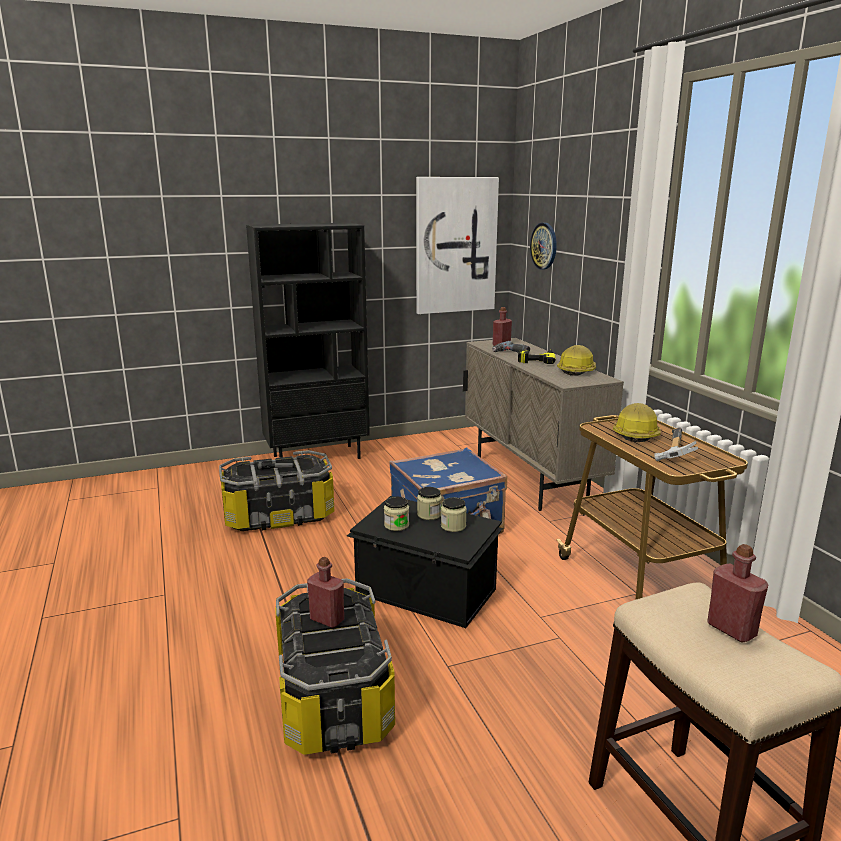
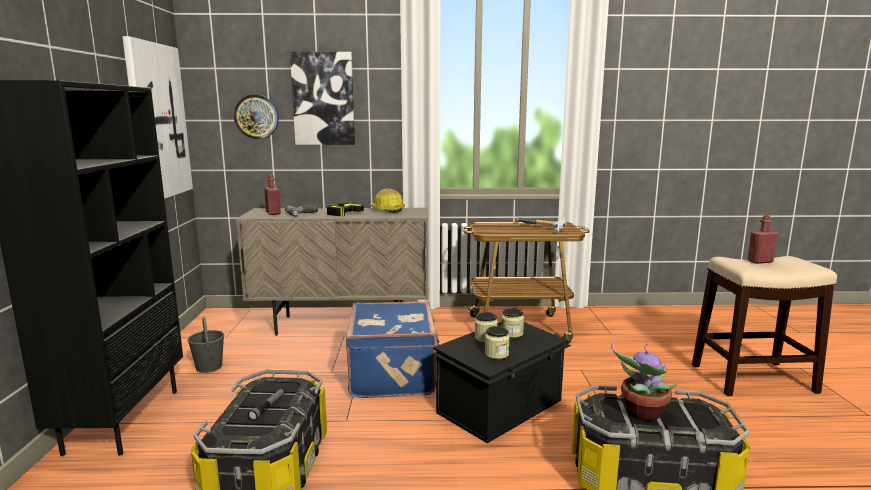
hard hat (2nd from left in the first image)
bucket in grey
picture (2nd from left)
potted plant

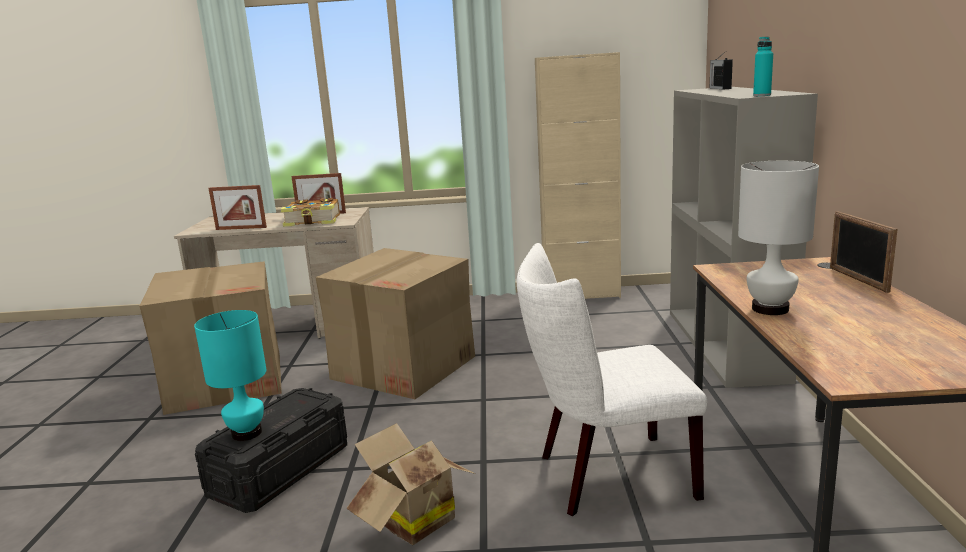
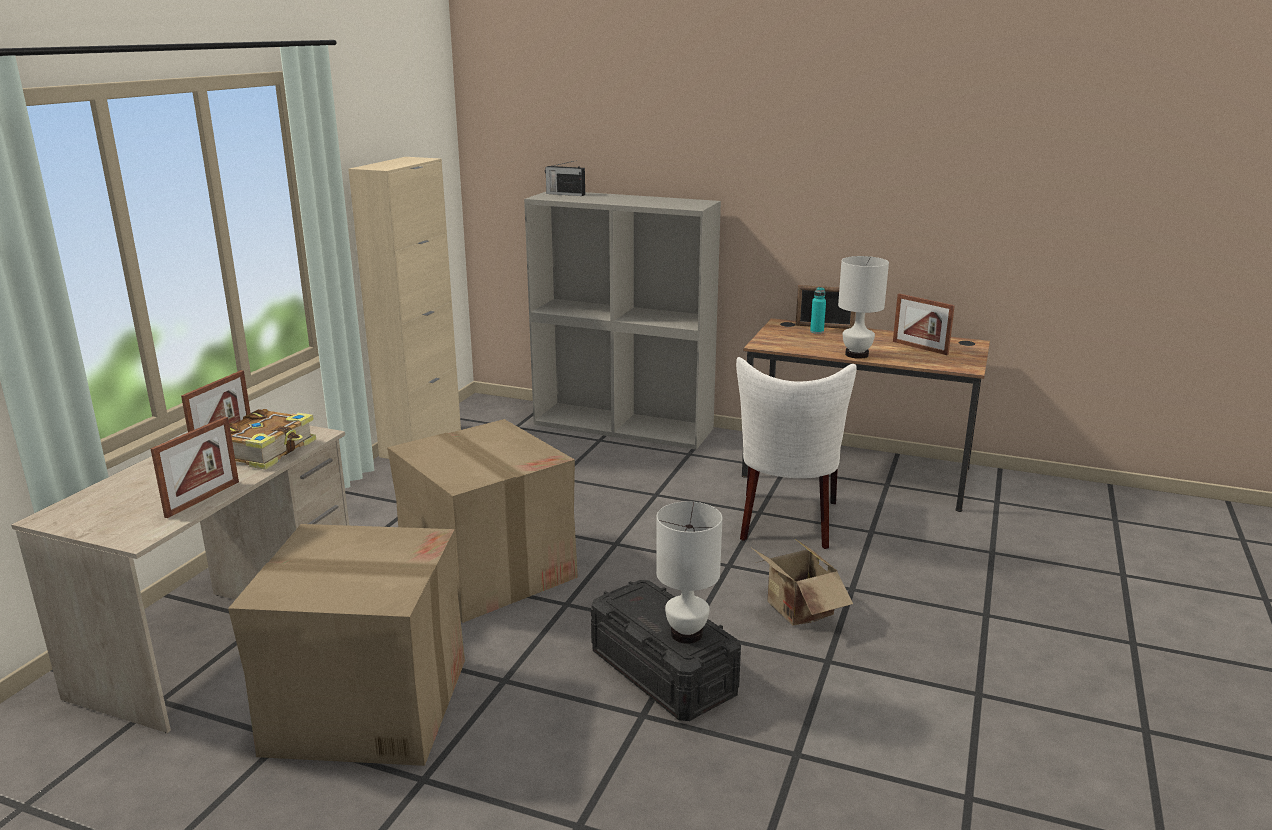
picture frame (4th from left)
bottle in turquoise
table lamp in white (1st from left)

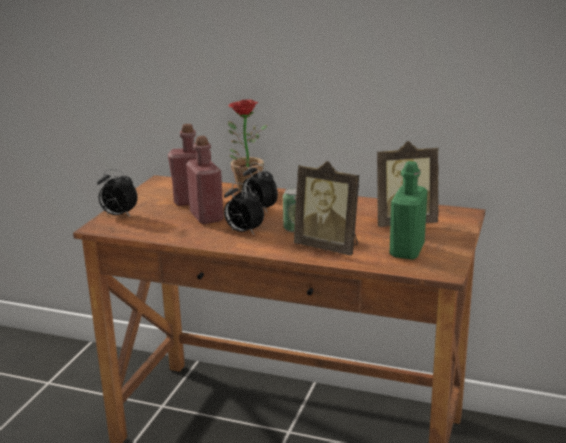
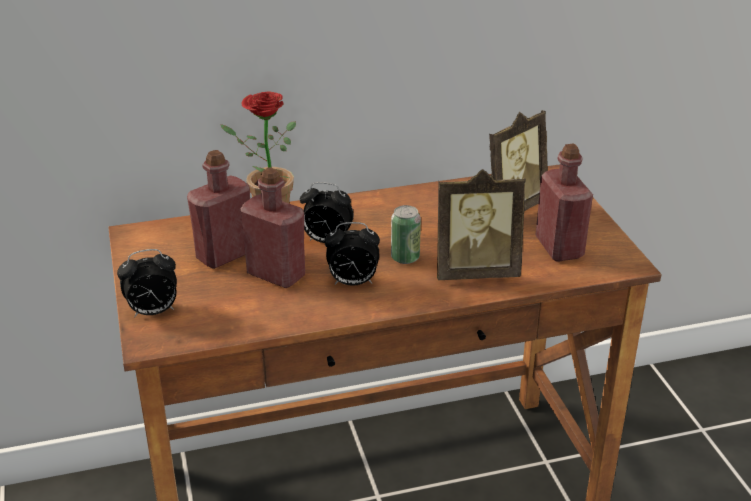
bottle in red (3rd from left)

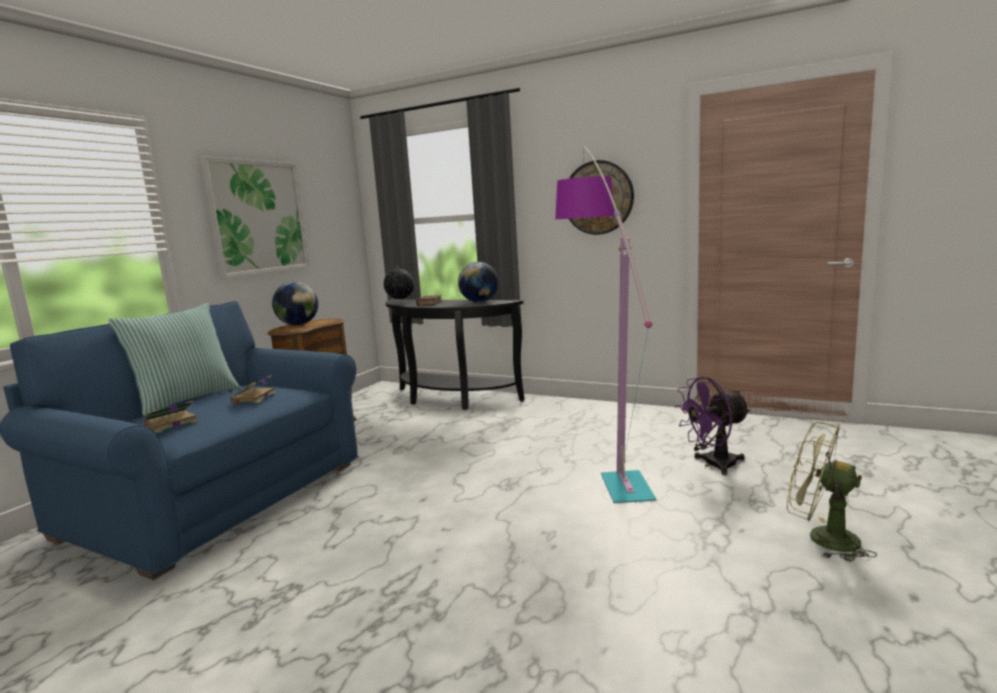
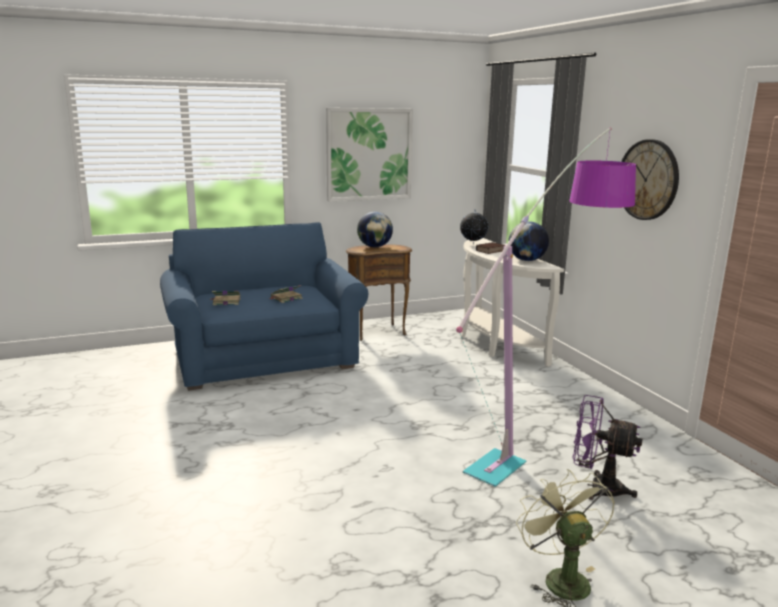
pillow
console table in white

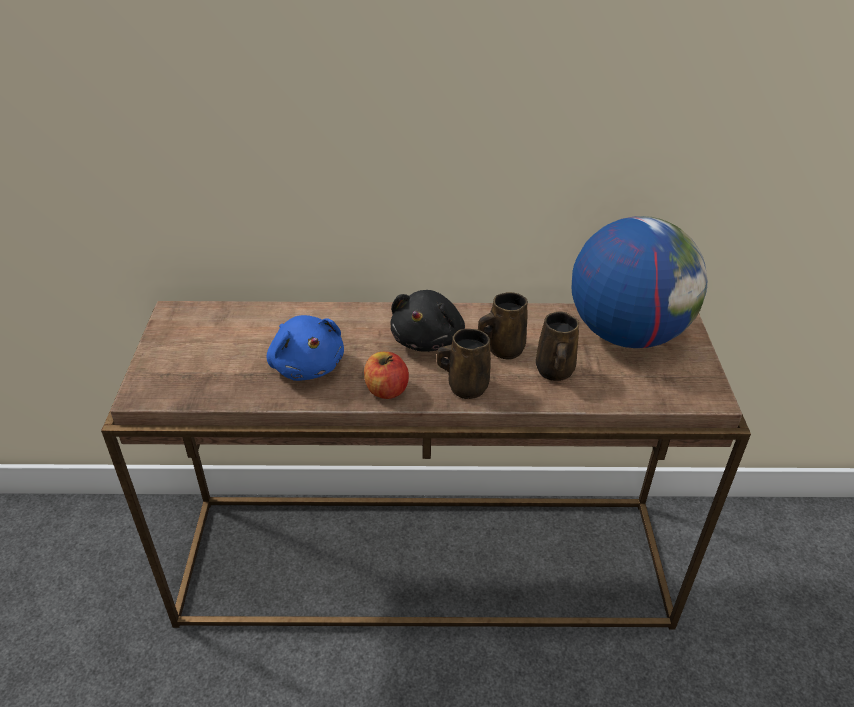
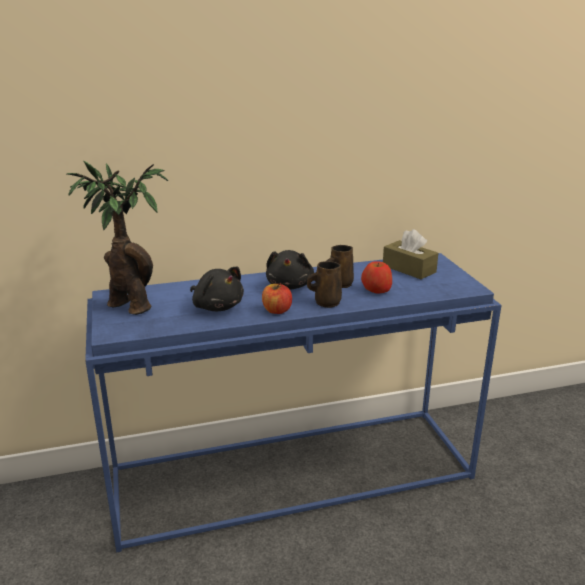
potted plant
apple (2nd from left)
tissue box in brown
console table in blue
plush toy in black (1st from left)

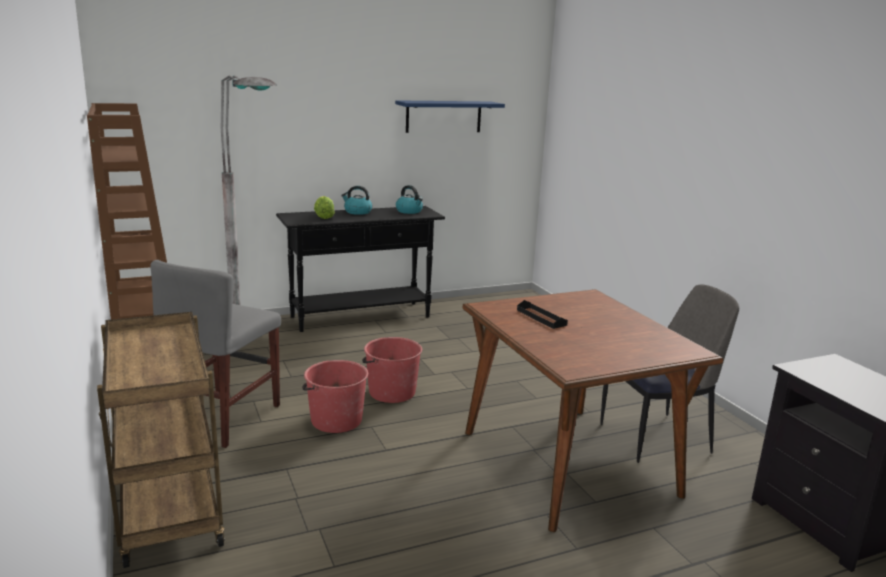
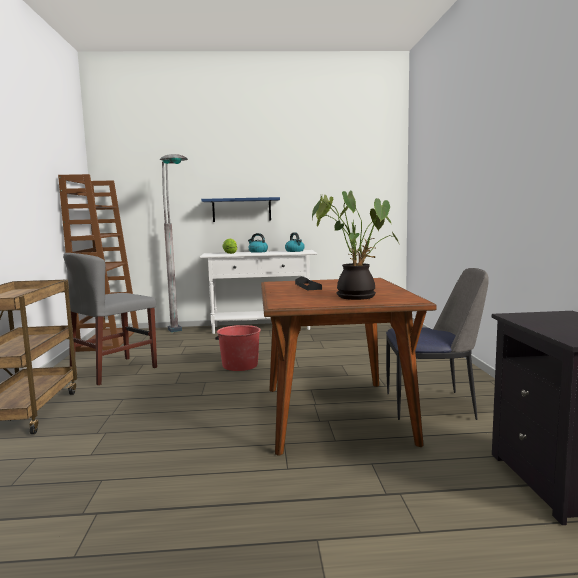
bucket in red (1st from left in the first image)
potted plant
shelf in blue
console table in white

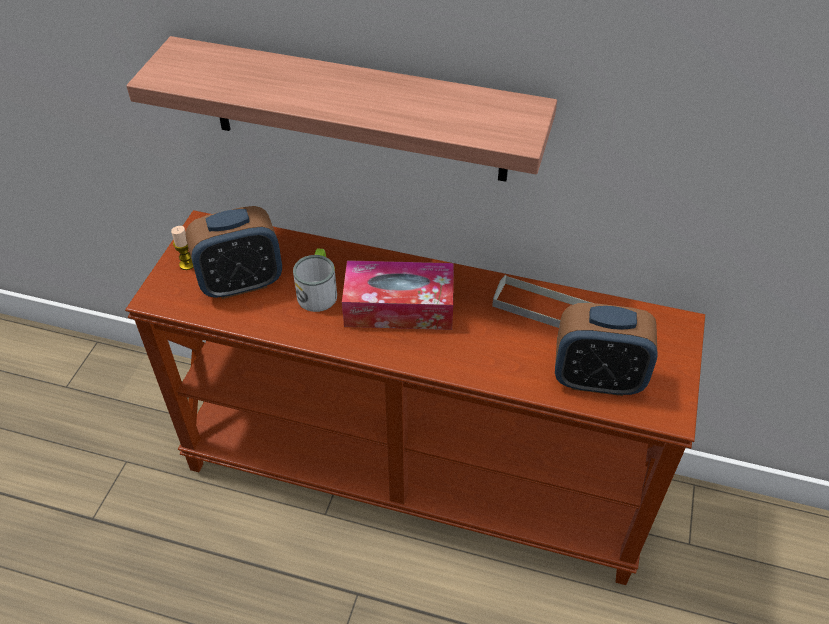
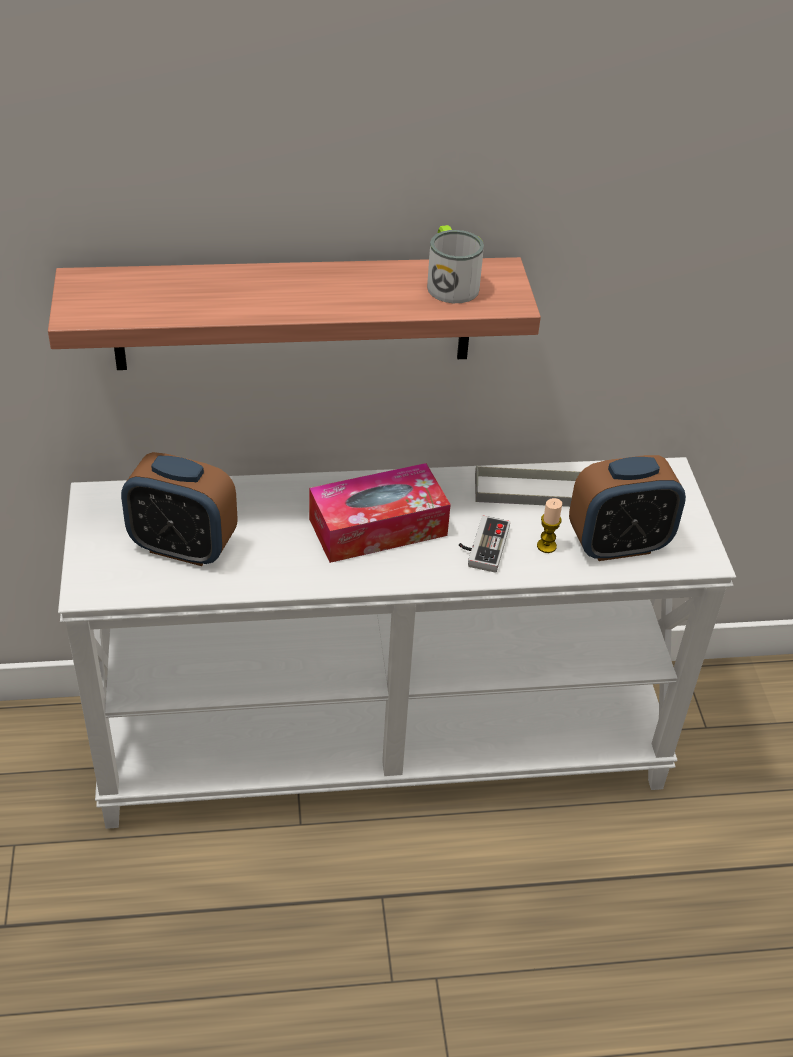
game controller
candle
mug
console table in white
alarm clock (1st from left)

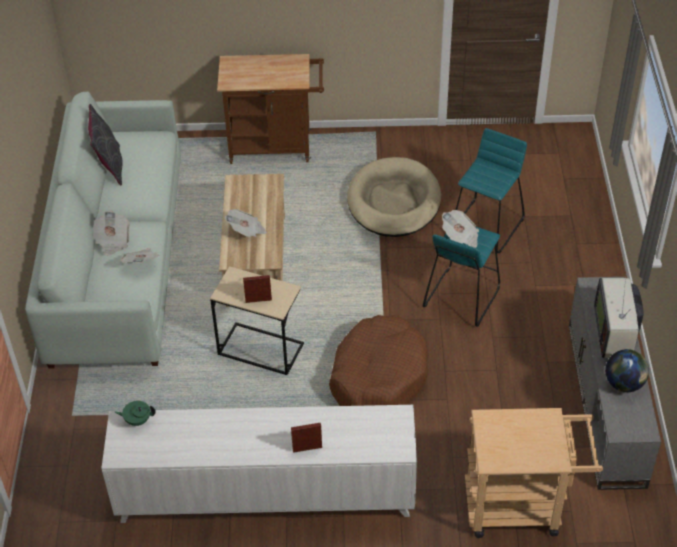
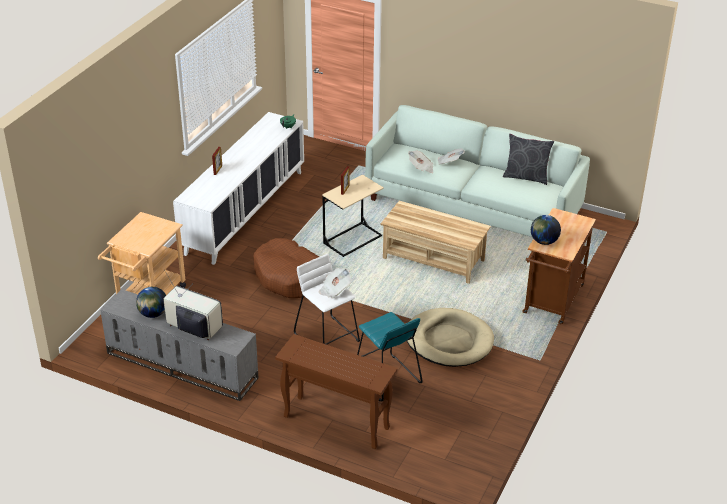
newspaper (3rd from left in the first image)
console table in brown
globe (2nd from left)
stool in white

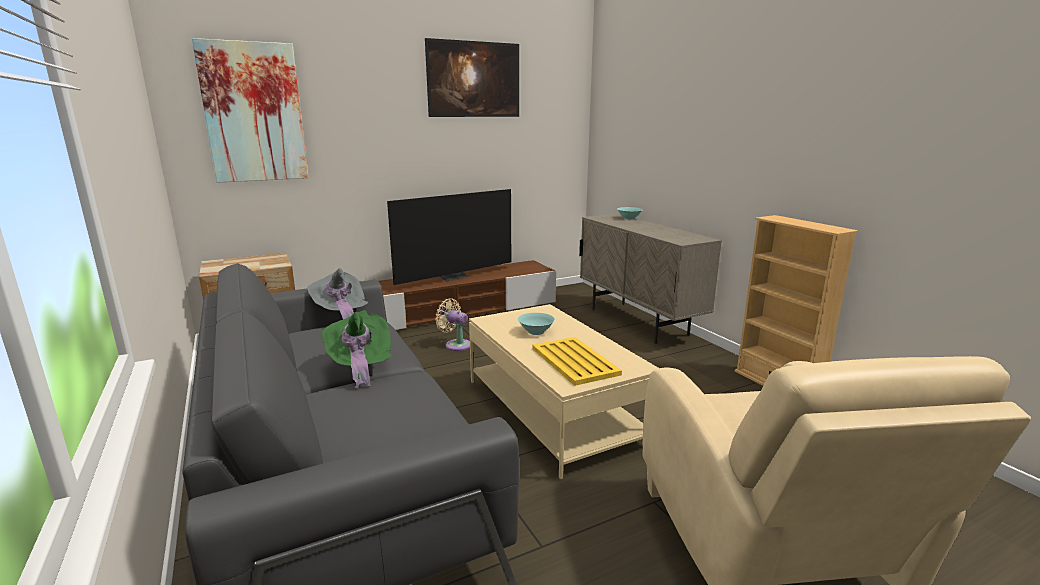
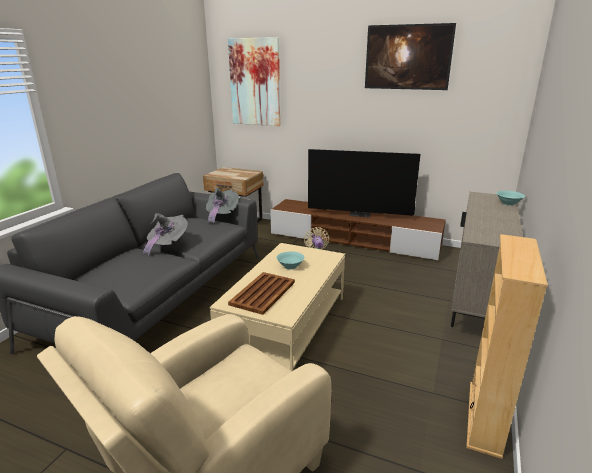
hat in grey (1st from left)
tray in brown

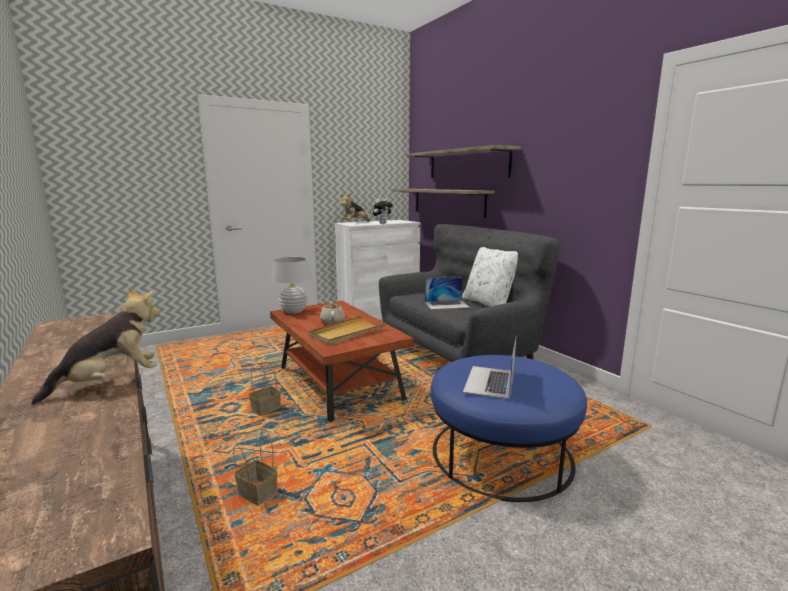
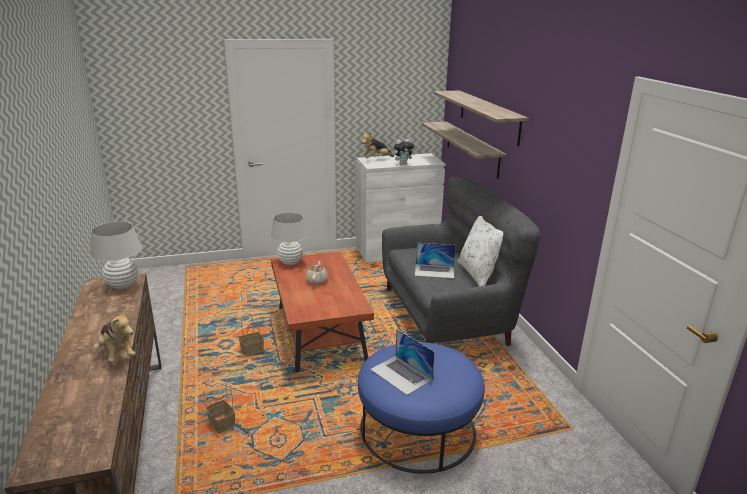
tray in beige
table lamp in white (1st from left)
plush toy (1st from left)
laptop (1st from left)

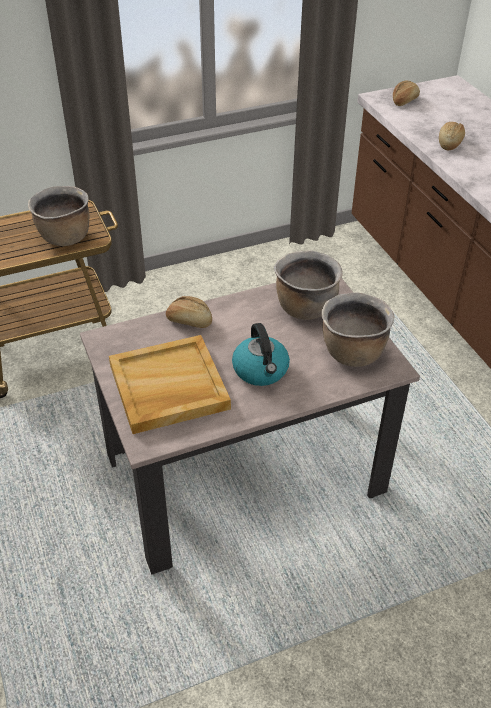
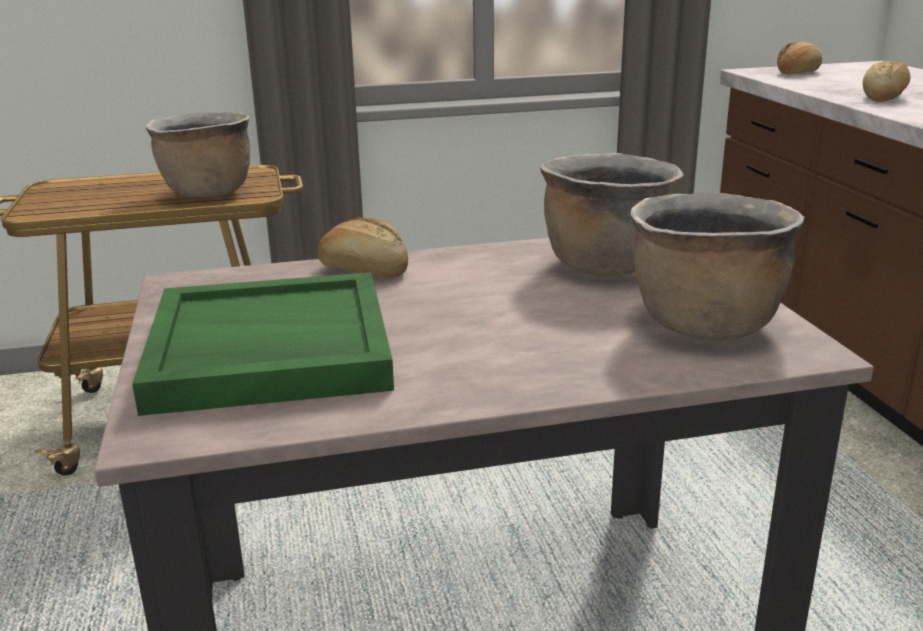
kettle
tray in green

